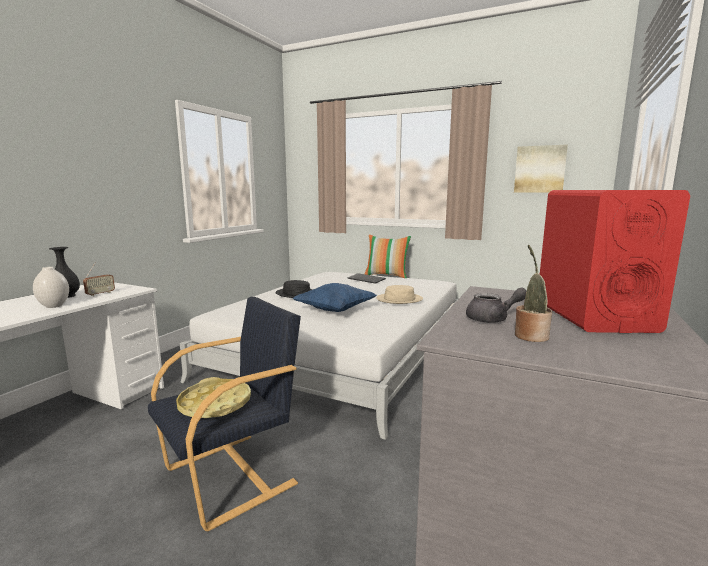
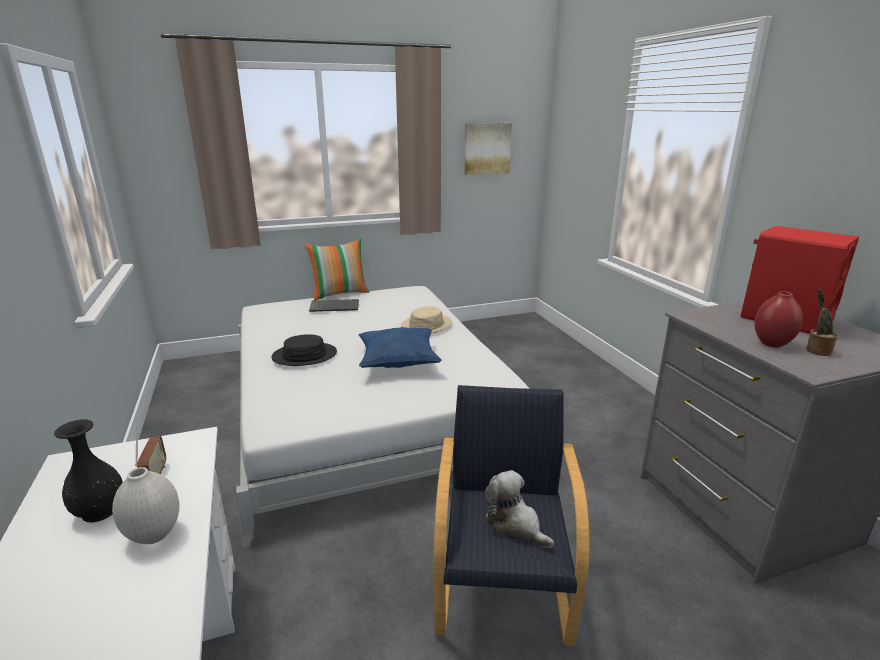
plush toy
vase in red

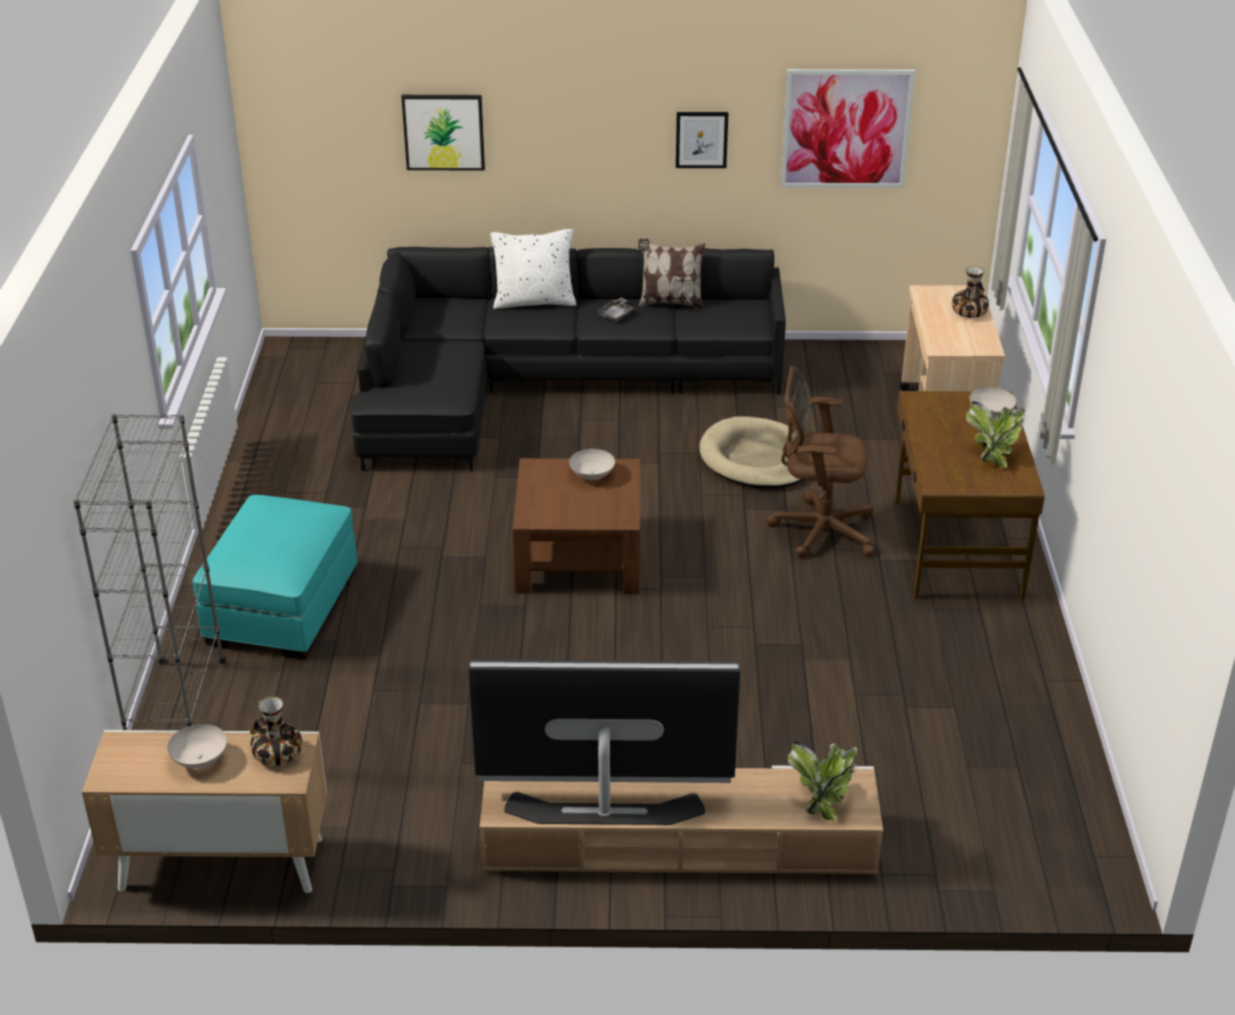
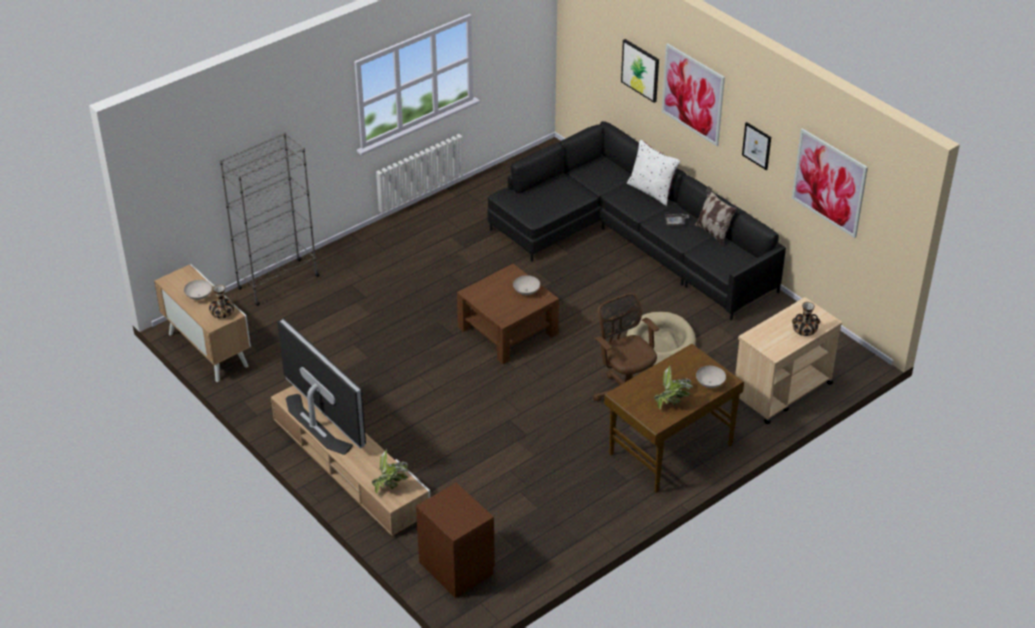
ottoman in turquoise
nightstand in brown
picture (2nd from left)

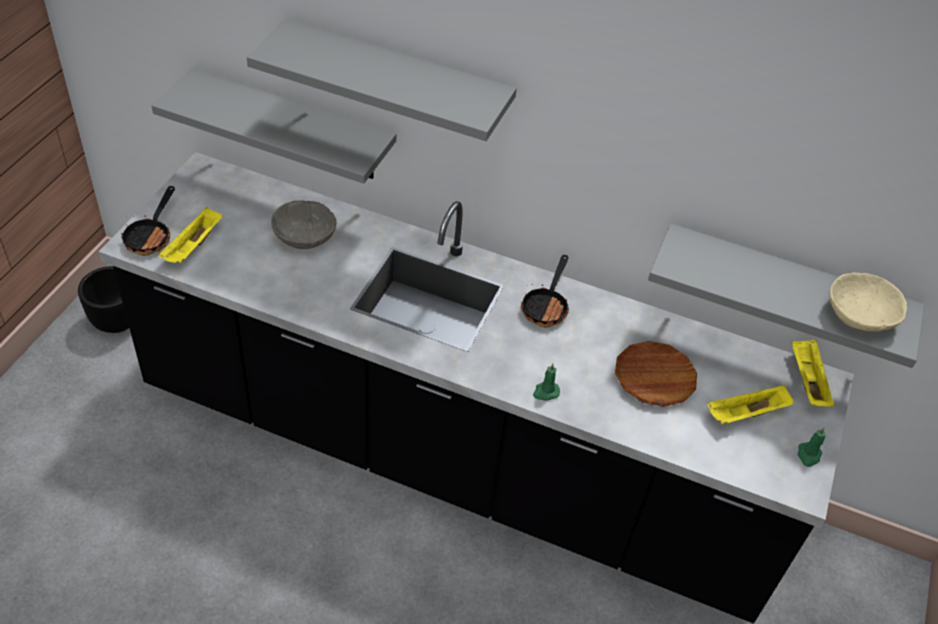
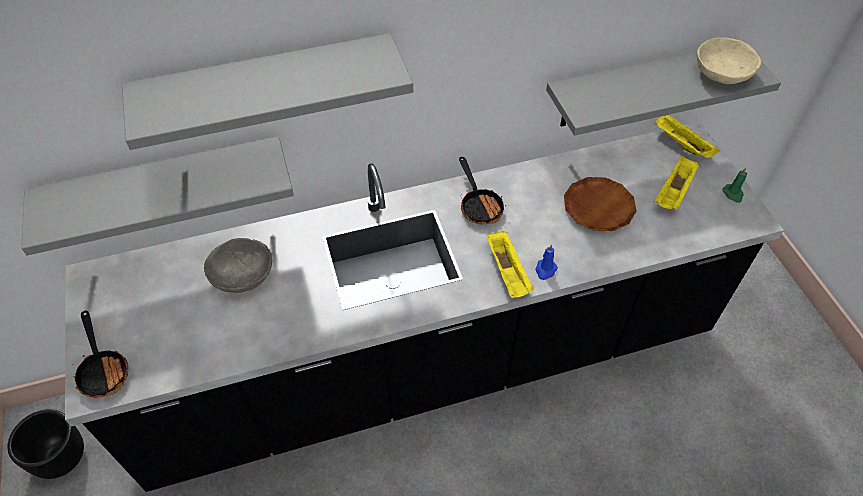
tray in yellow (1st from left)
candle in blue

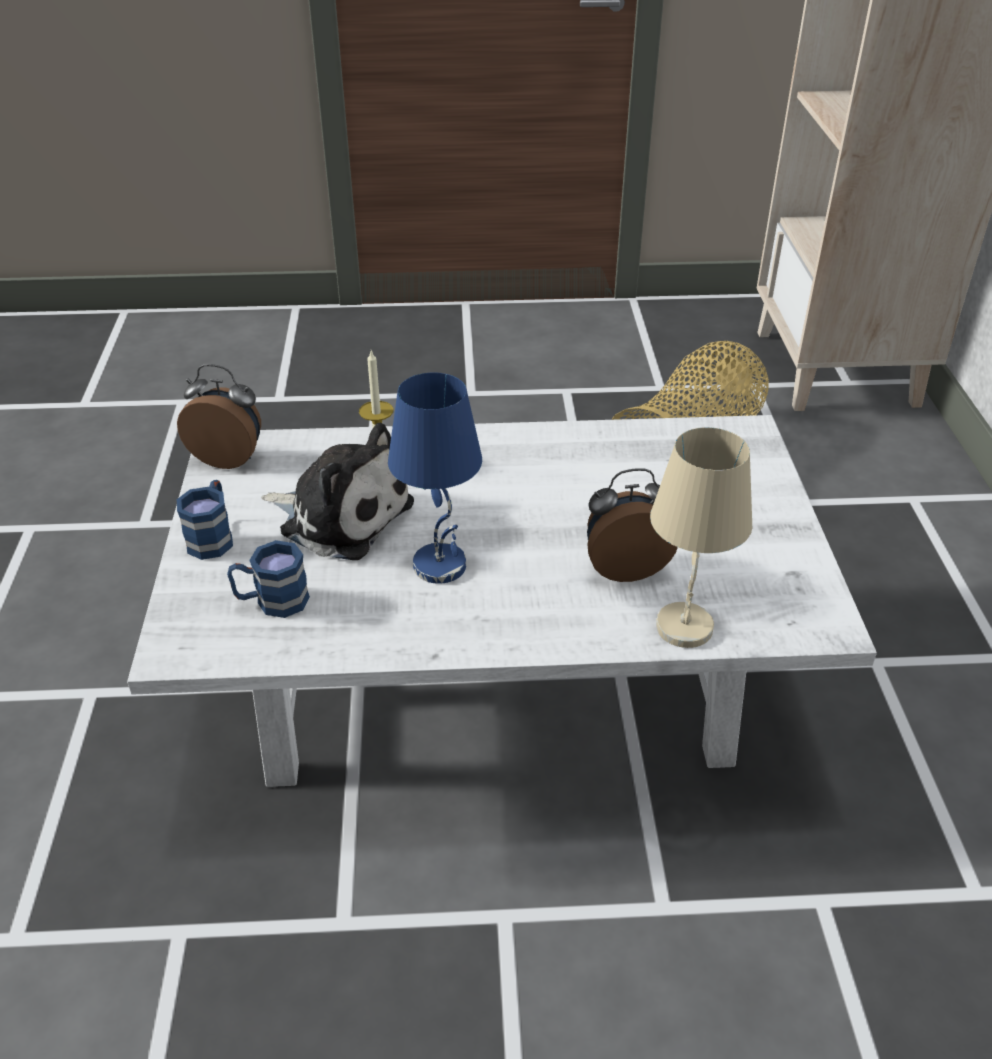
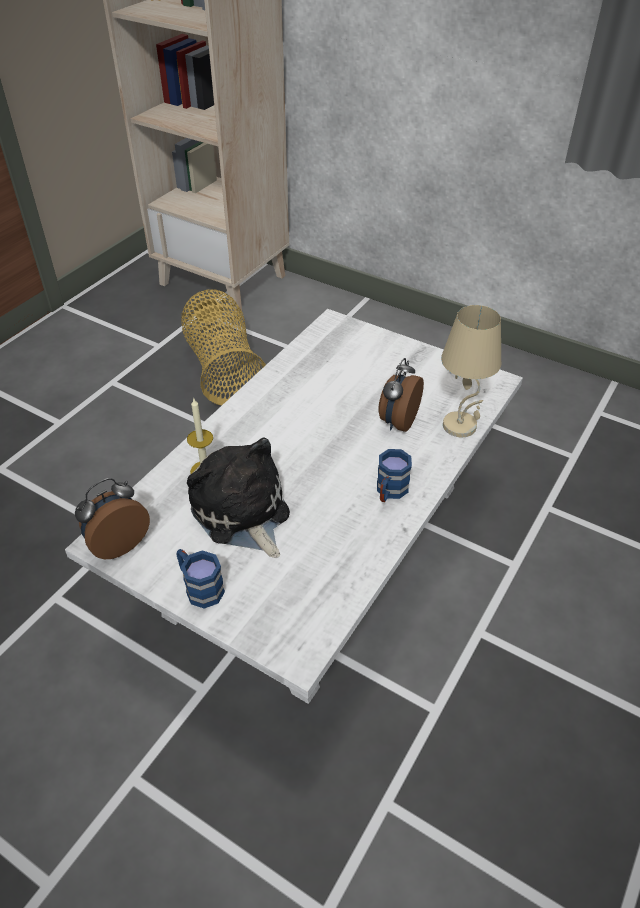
table lamp in blue
mug in blue (2nd from left)
plush toy

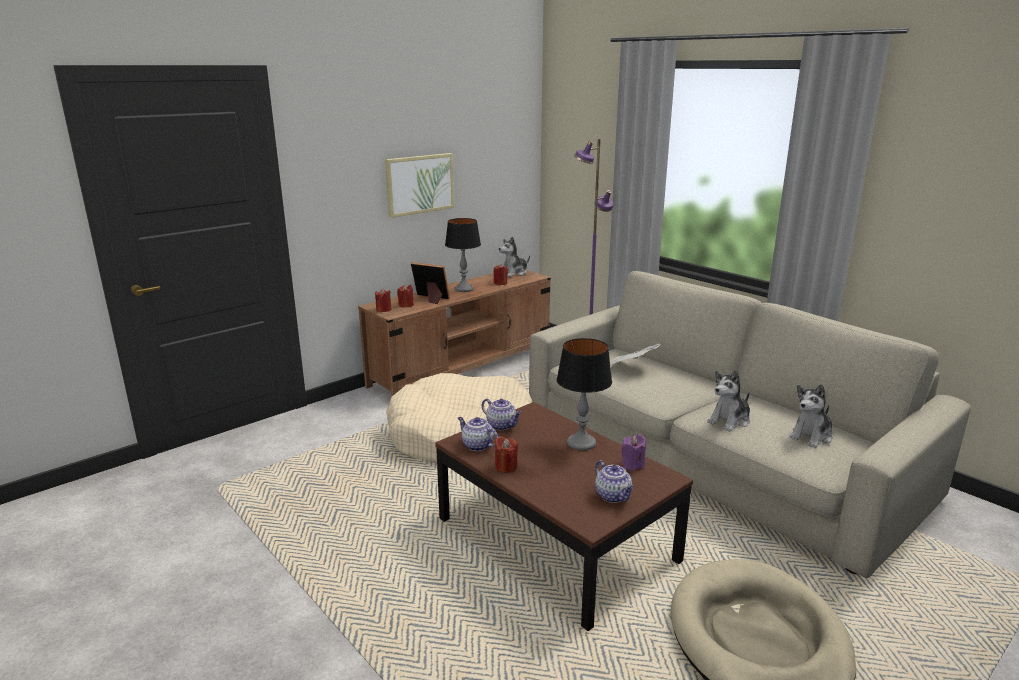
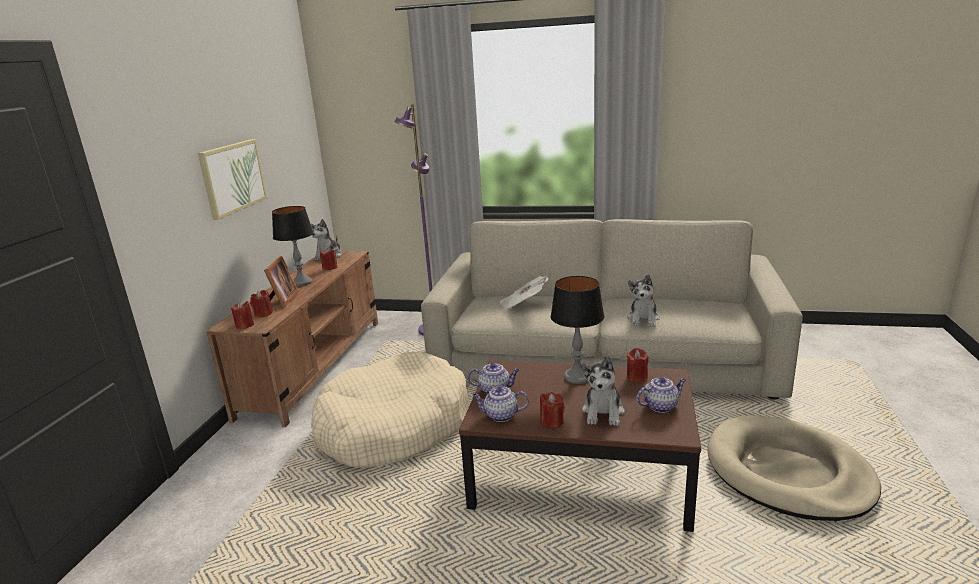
plush toy (2nd from left)
candle in red (5th from left)
picture frame
teapot (3rd from left)

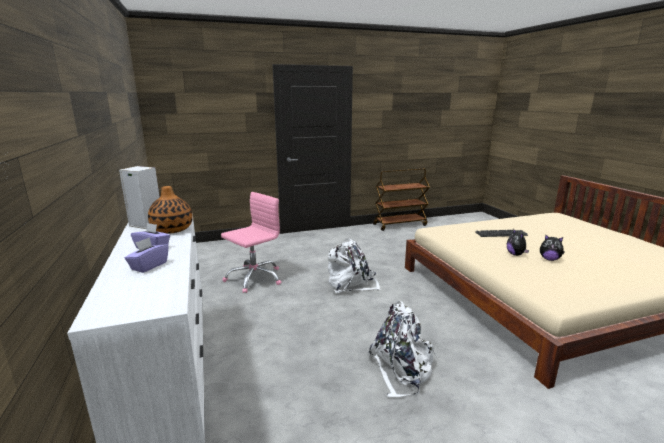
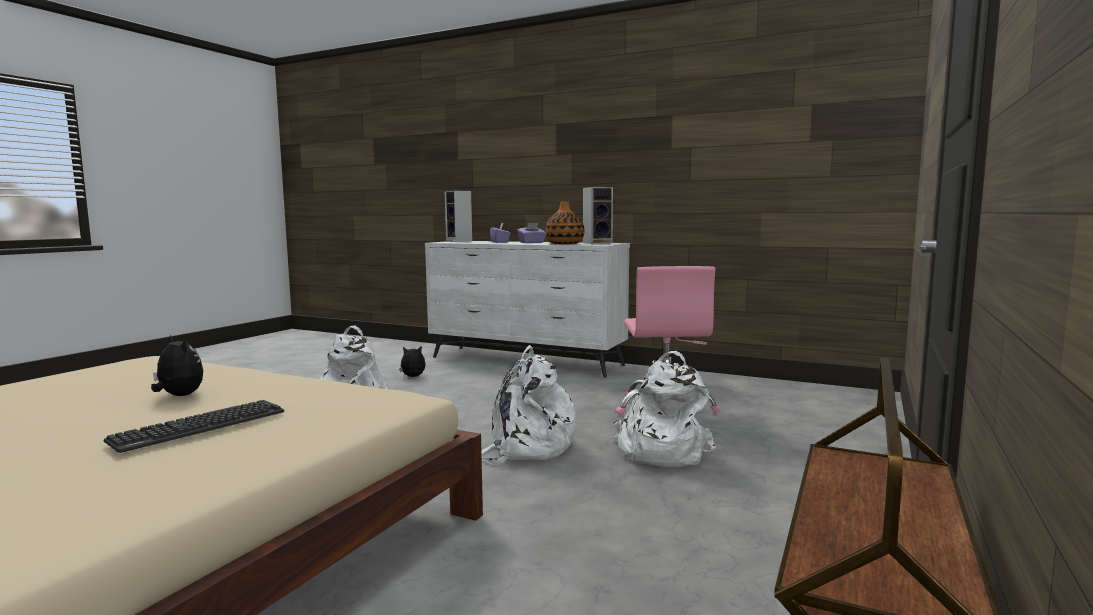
speaker (1st from left)
backpack in white (3rd from left)
plush toy (2nd from left)

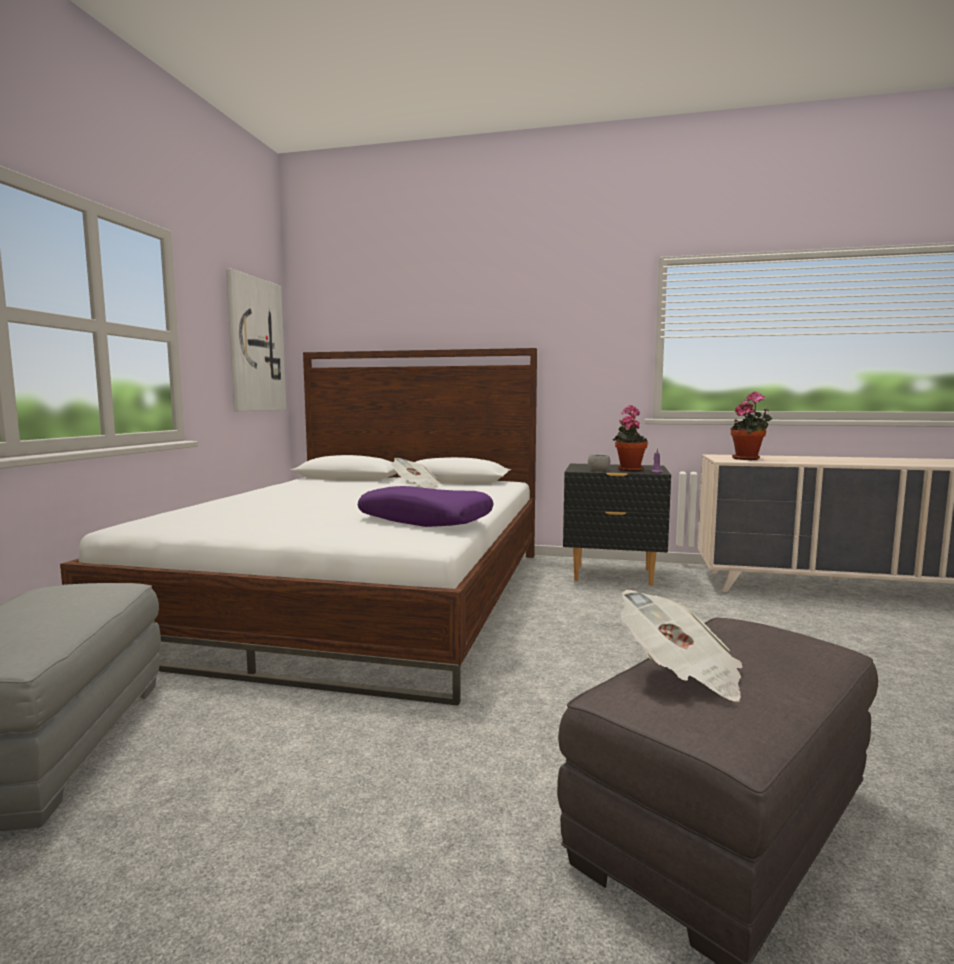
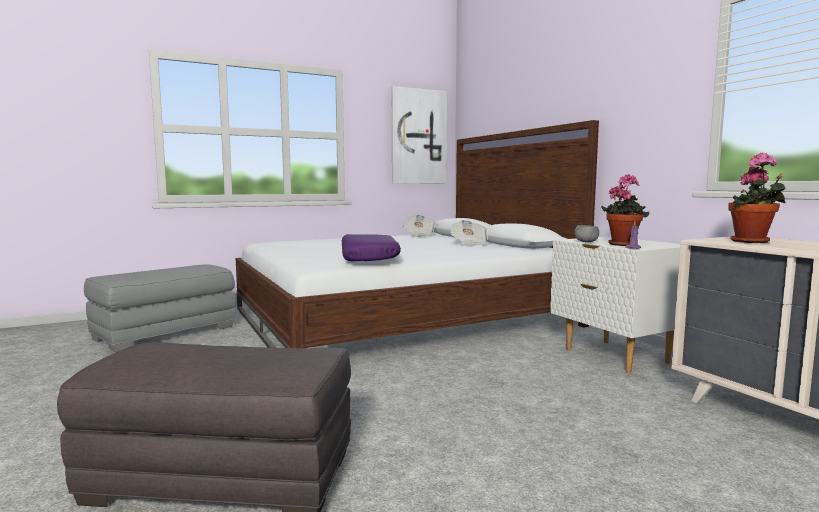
newspaper (1st from left)
nightstand in white

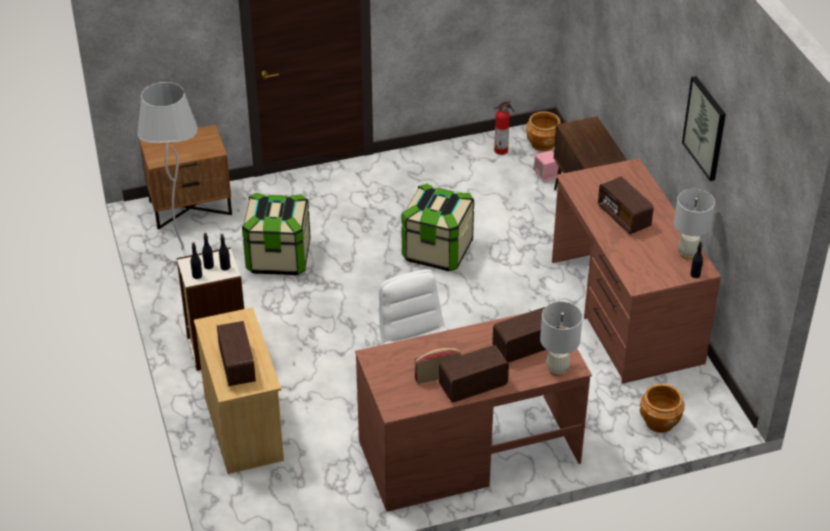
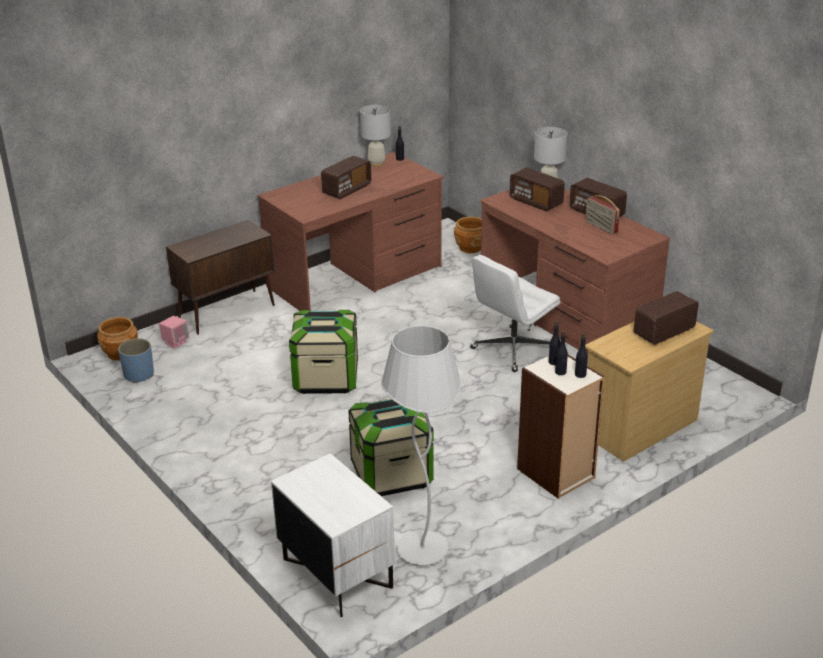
picture
planter in blue
nightstand in white

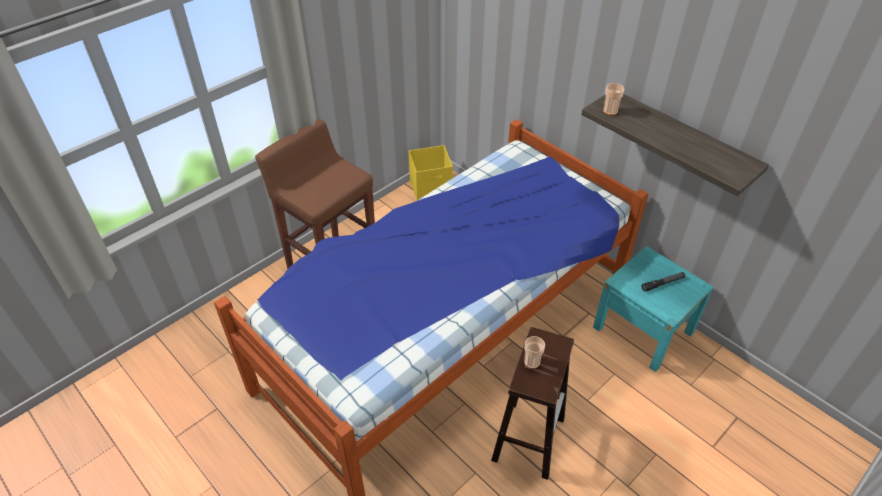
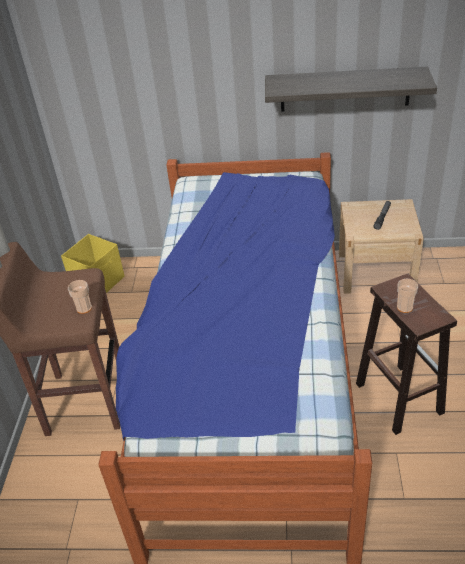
cup (1st from left)
nightstand in beige

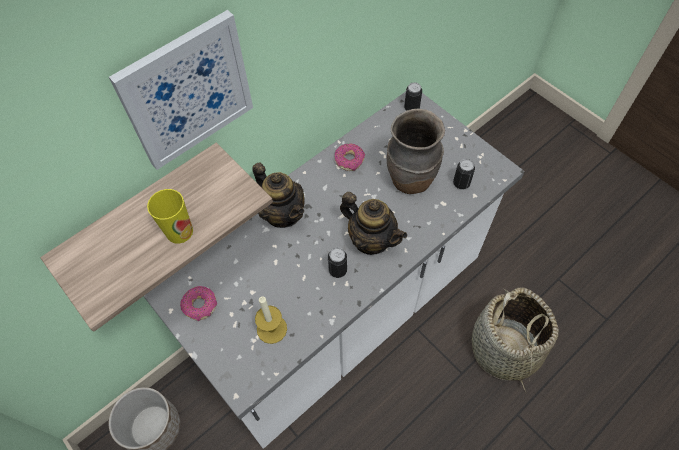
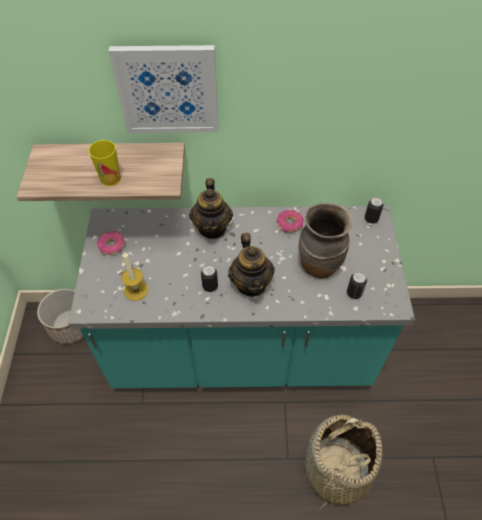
counter in turquoise

